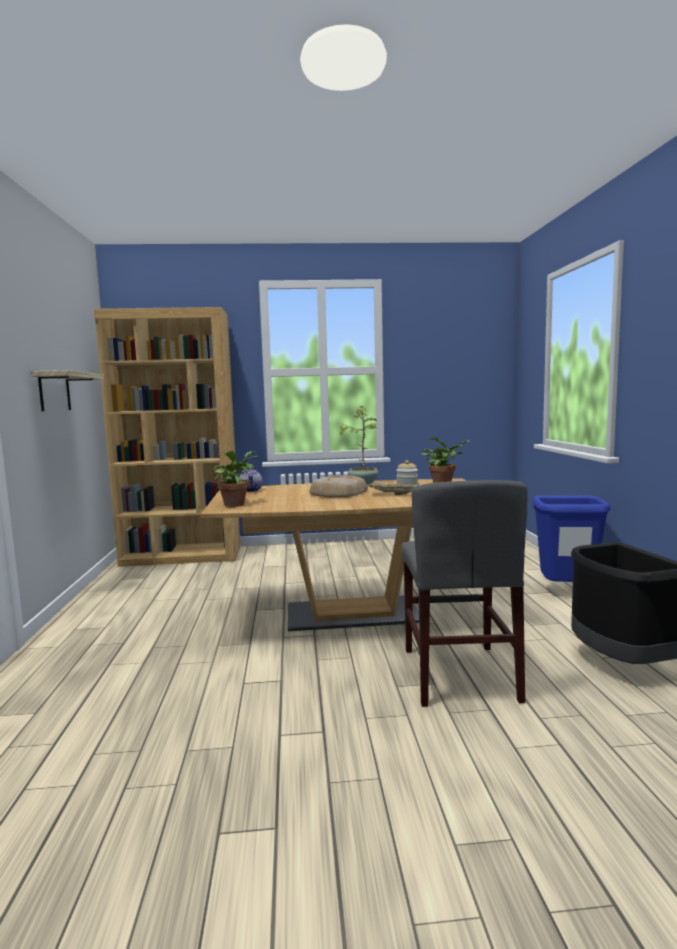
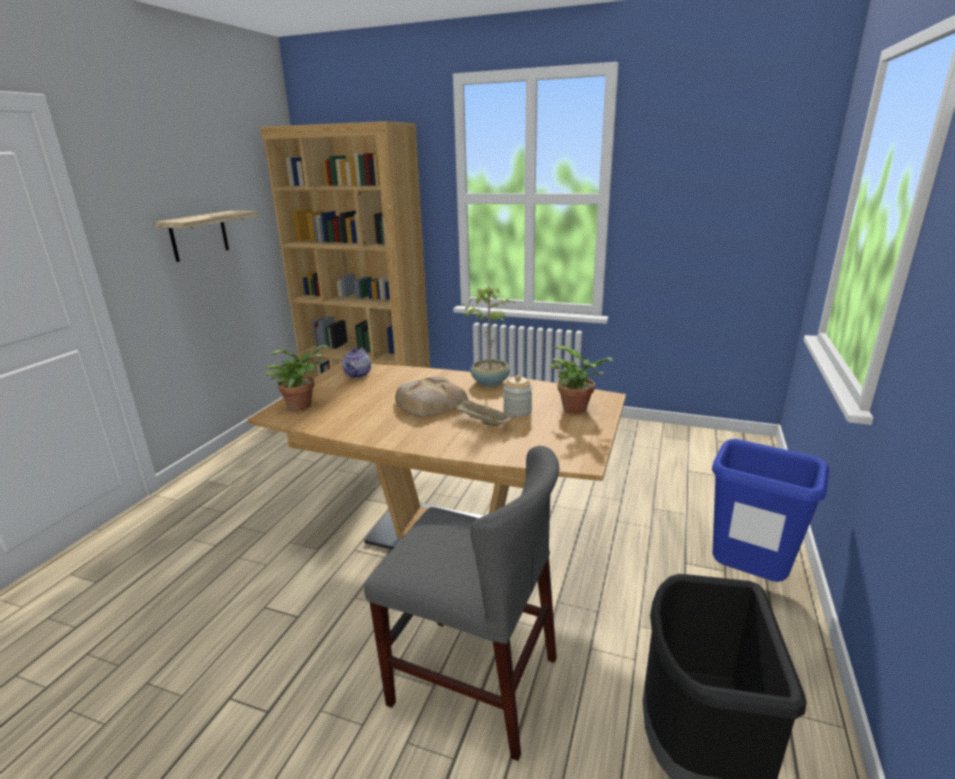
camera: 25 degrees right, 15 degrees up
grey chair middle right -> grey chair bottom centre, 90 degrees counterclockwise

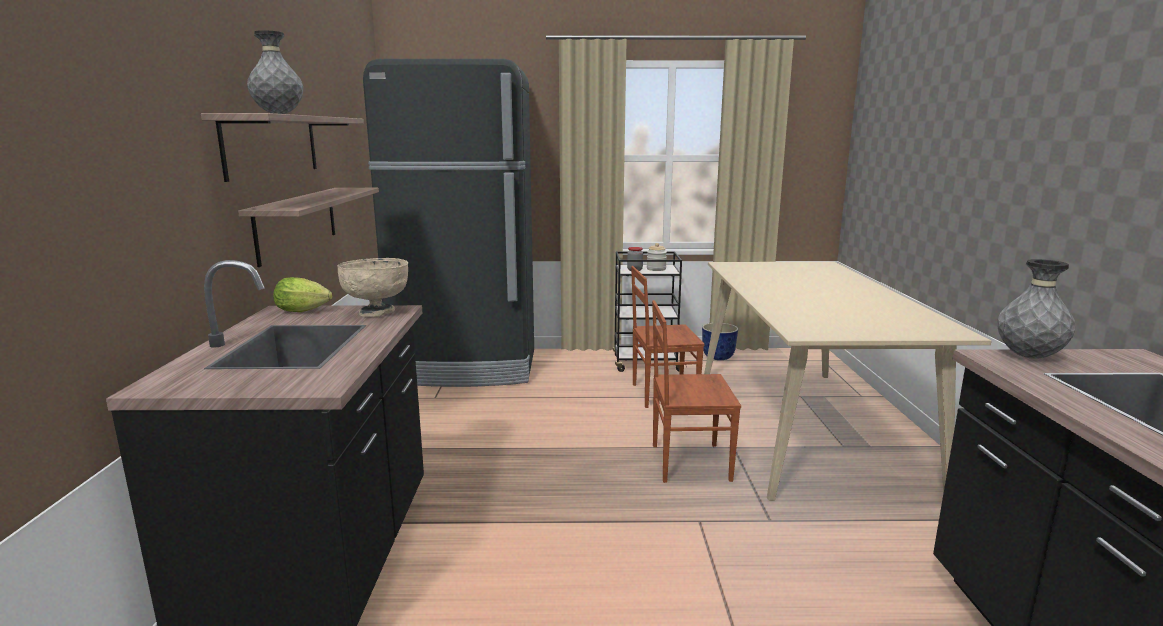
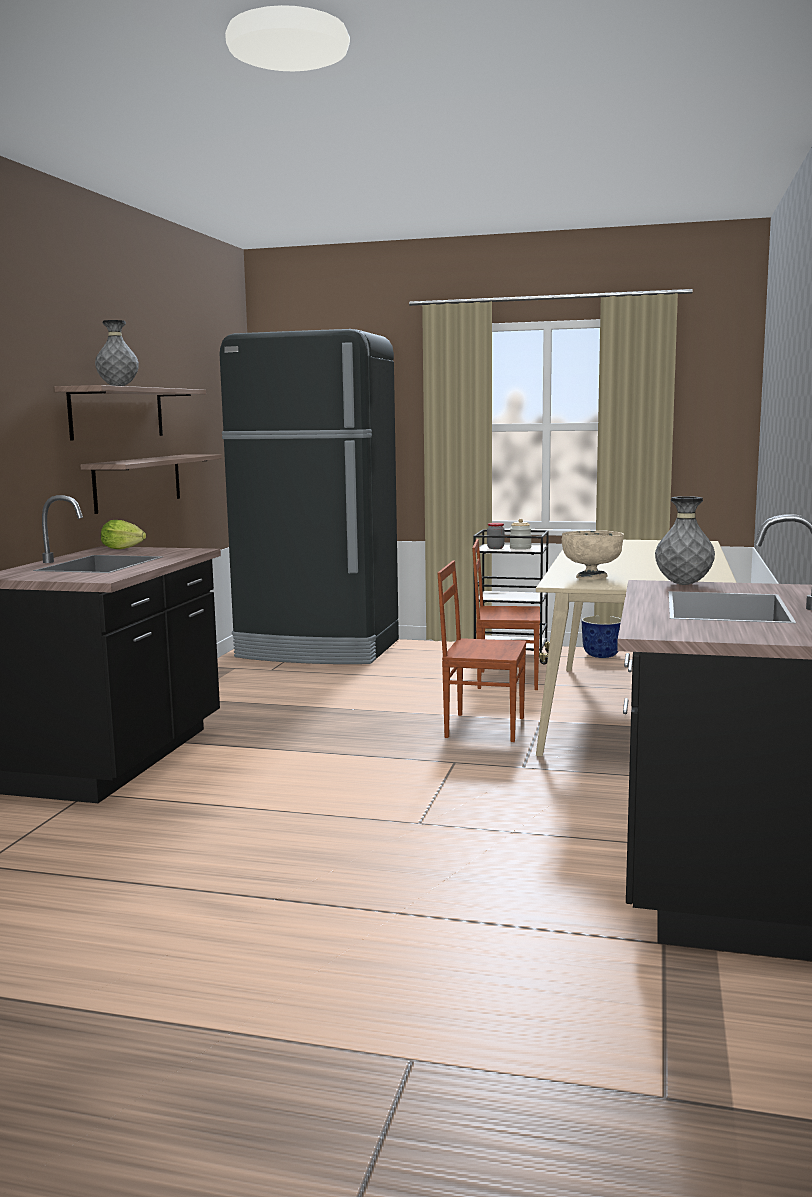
camera: 15 degrees right, 5 degrees down
beige-coloured serving bowl middle left -> beige-coloured serving bowl middle right, shifted

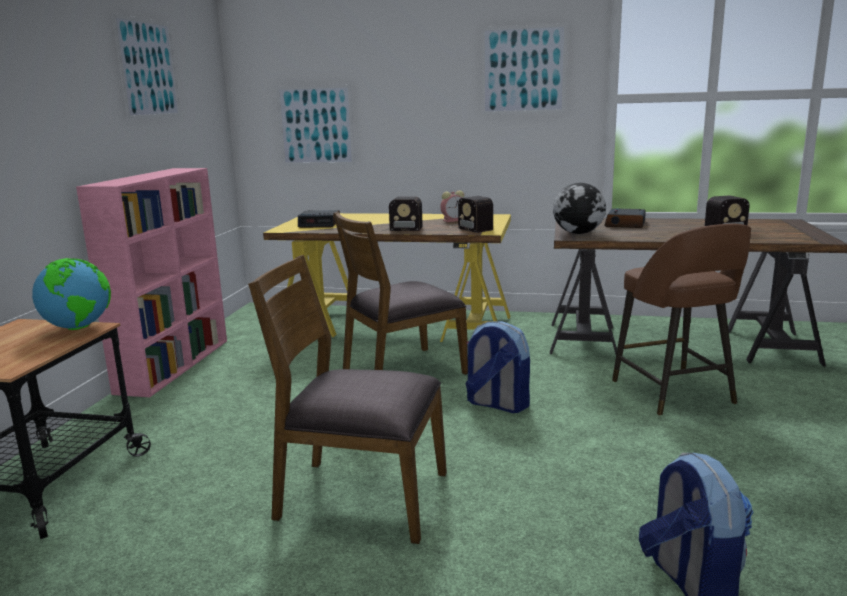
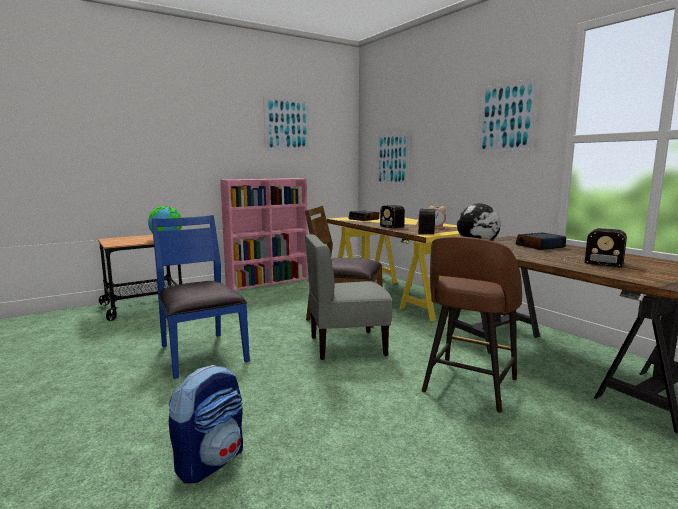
camera: 45 degrees right, 5 degrees down
brown chair (no. 1 from left) bottom centre -> blue-coloured chair middle left
rucksack (no. 1 from left) centre -> grey chair centre

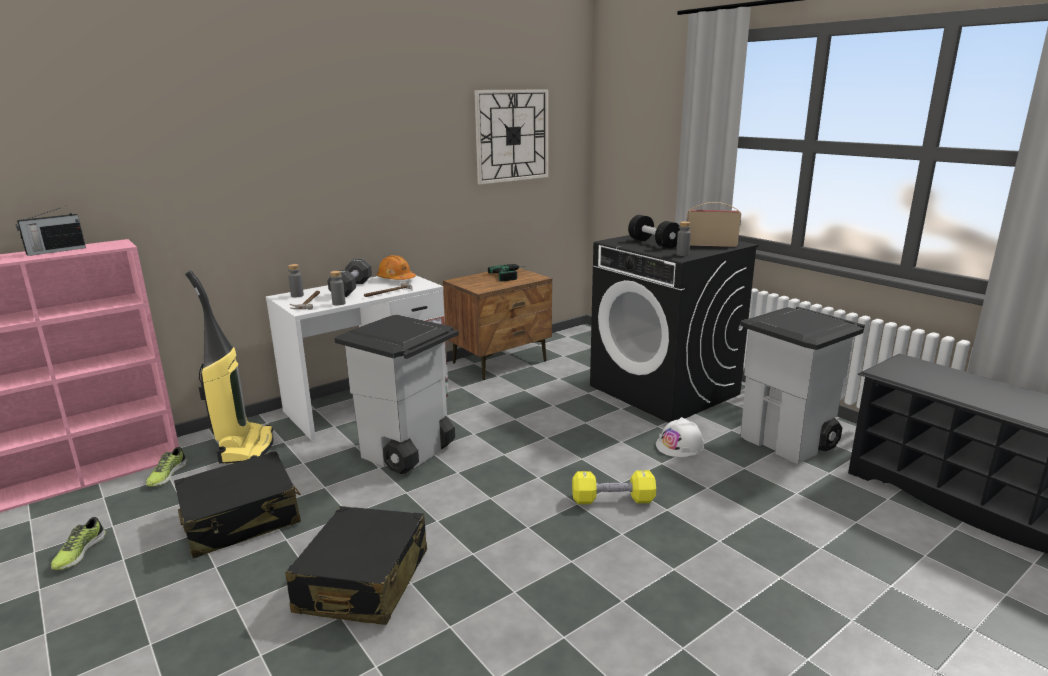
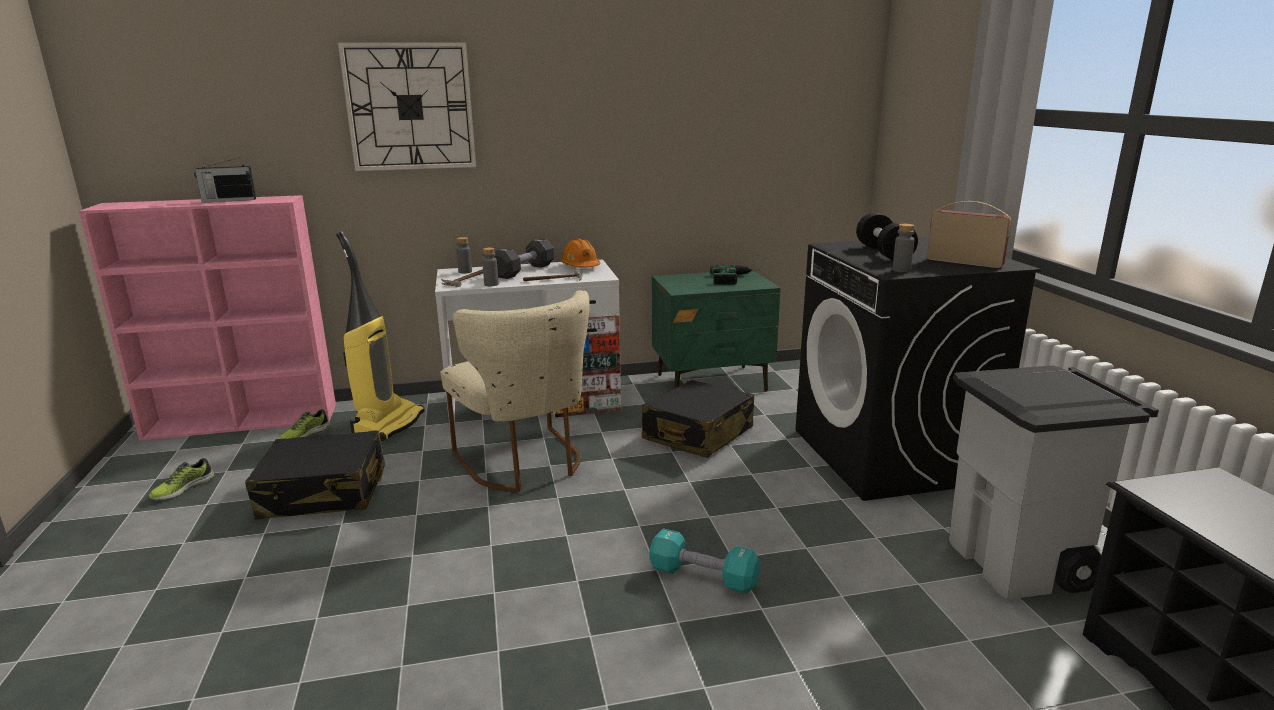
camera: 25 degrees right, 0 degrees up
blackish travel case (no. 2 from left) bottom centre -> blackish travel case (no. 2 from left) centre, shifted
grey trash can (no. 1 from left) centre -> beige-coloured chair centre
brown bedside table centre -> green bedside table centre
wall clock top centre -> wall clock top left, shifted
yellow hand weight bottom centre -> turquoise hand weight bottom centre
white hard hat centre -> none

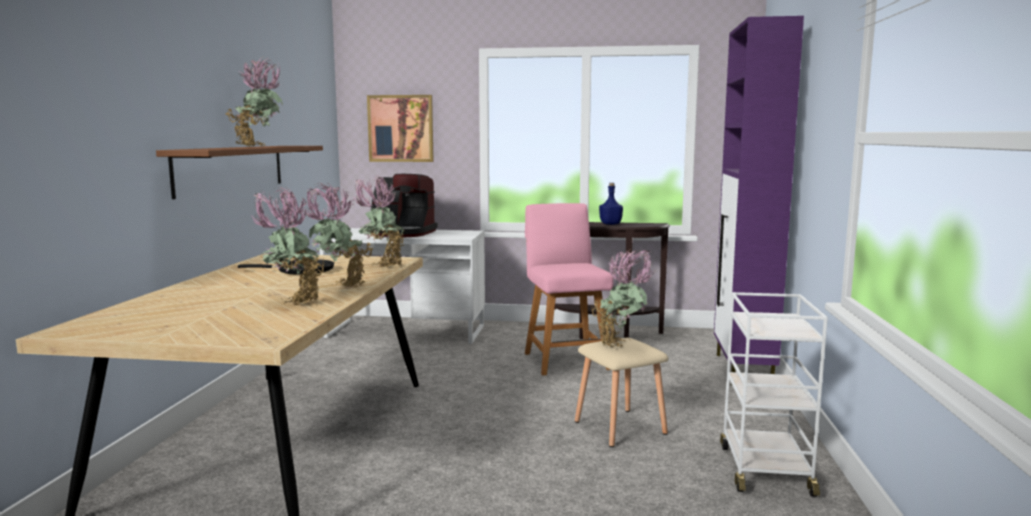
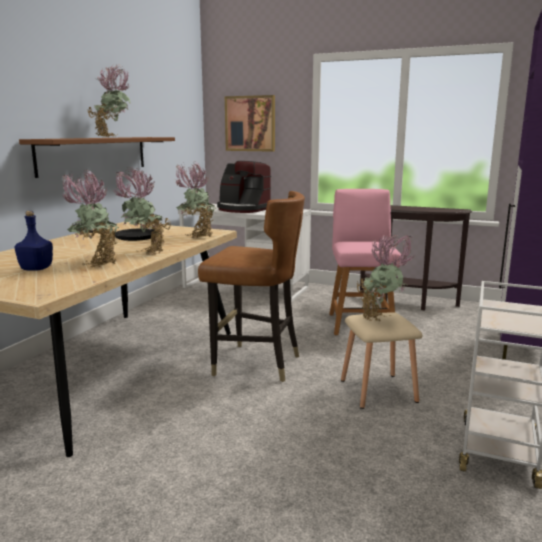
camera: 15 degrees right, 5 degrees up
blue-coloured bottle centre -> blue-coloured bottle middle left, shifted
none -> brown chair centre

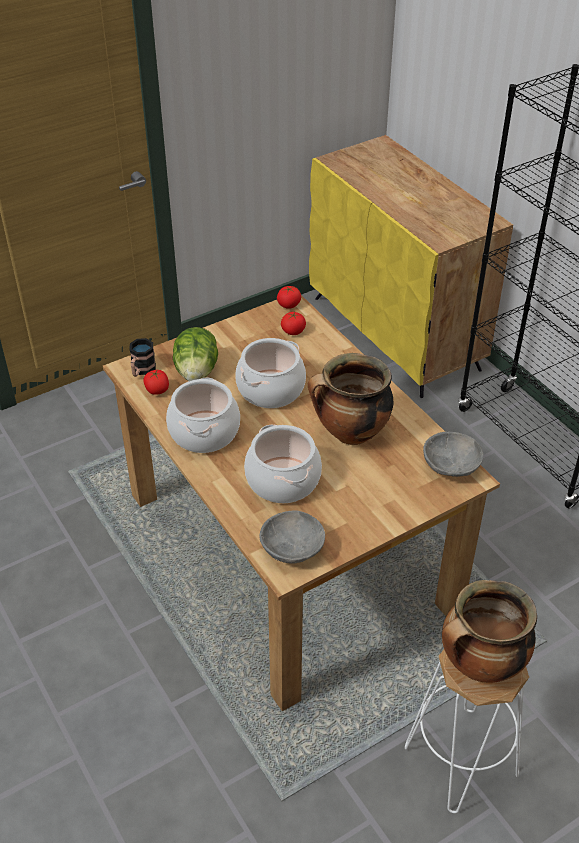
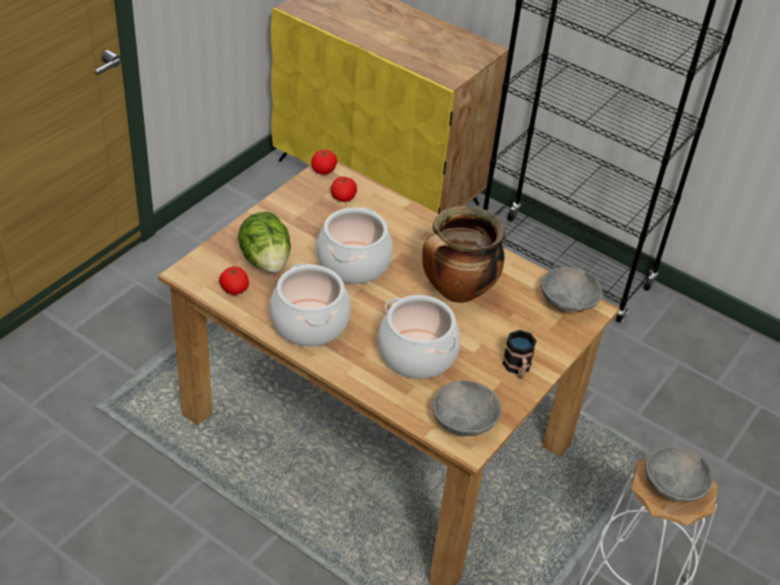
camera: 25 degrees left, 0 degrees up
tea mug middle left -> tea mug centre, shifted
saucepot (no. 5 from left) bottom right -> grey serving bowl (no. 3 from left) bottom right

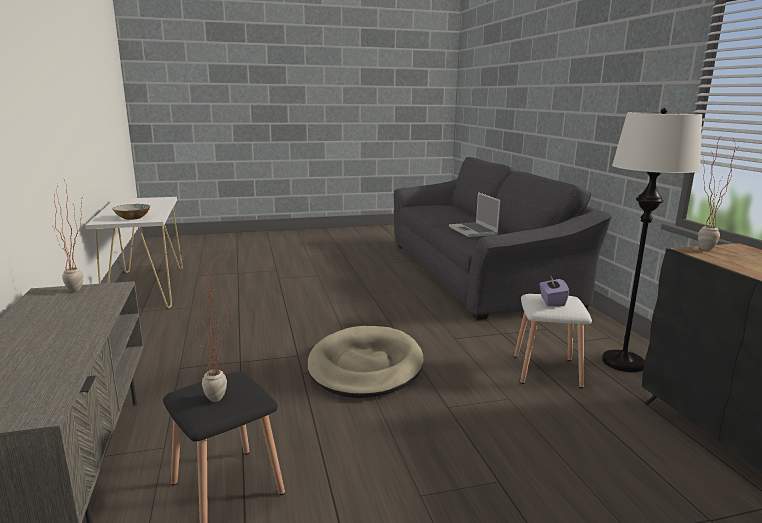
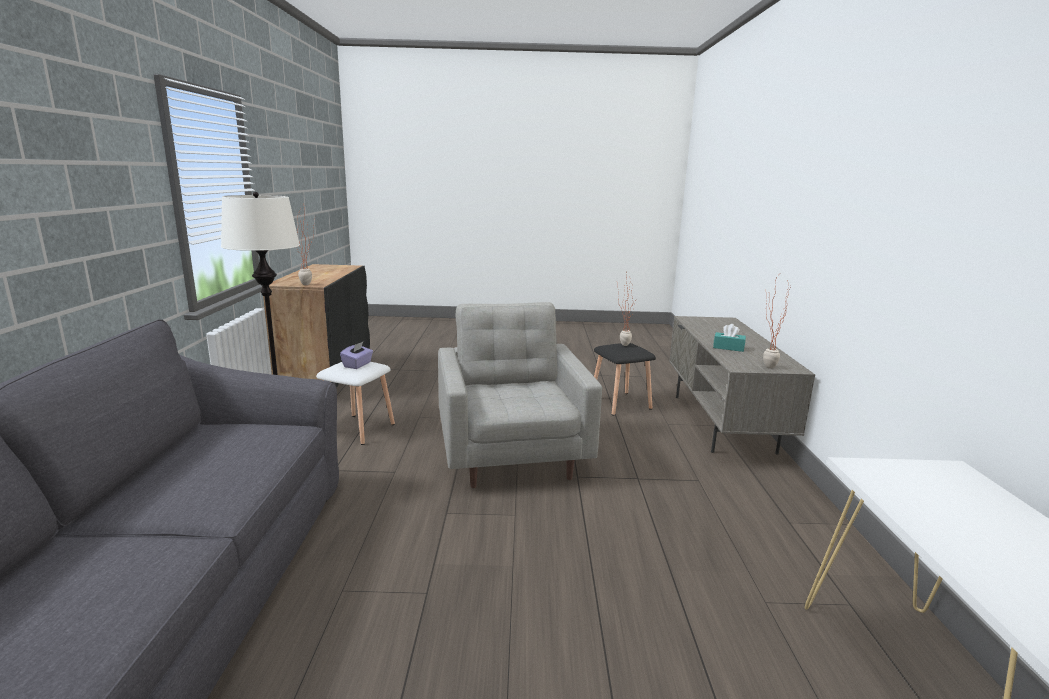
camera: 165 degrees left, 0 degrees up
serving bowl middle left -> none
beige-coloured pet bed bottom centre -> grey lounge chair centre
portable computer centre -> none
none -> turquoise box of tissues middle right

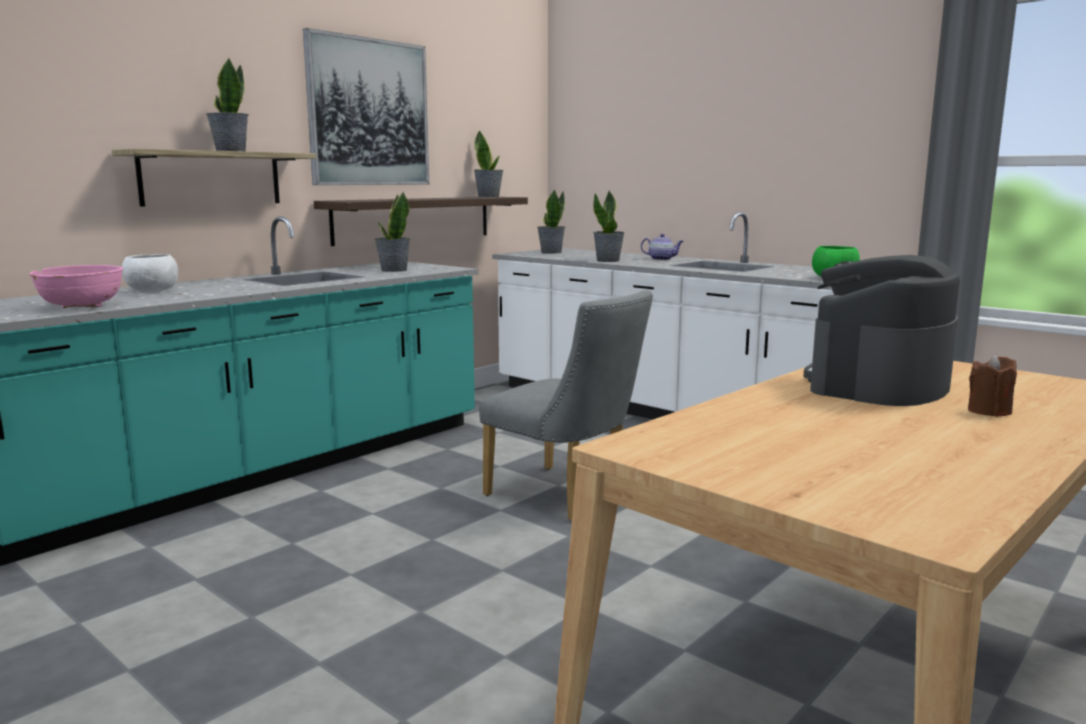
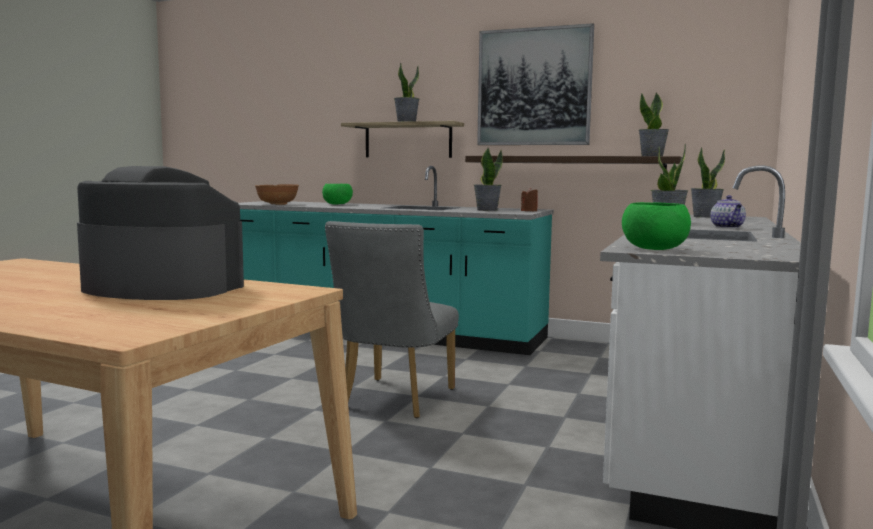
camera: 70 degrees right, 5 degrees down
pink serving bowl middle left -> brown serving bowl middle left
white serving bowl middle left -> green serving bowl (no. 1 from left) centre
brown candle middle right -> brown candle centre, shifted

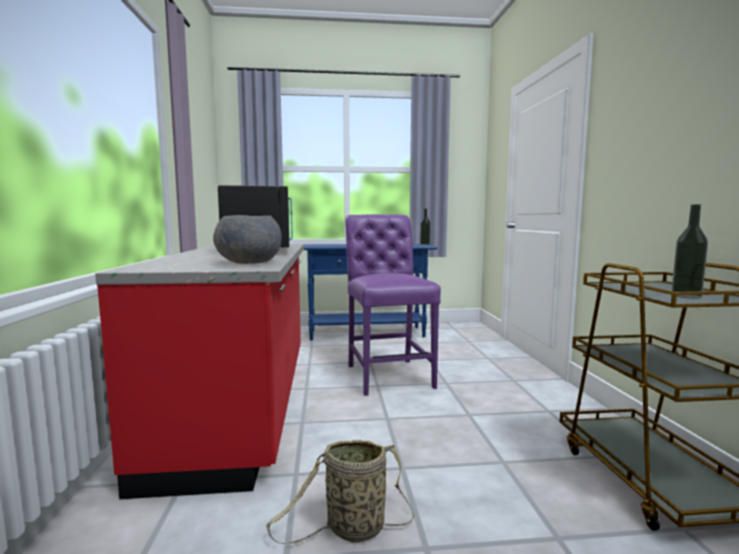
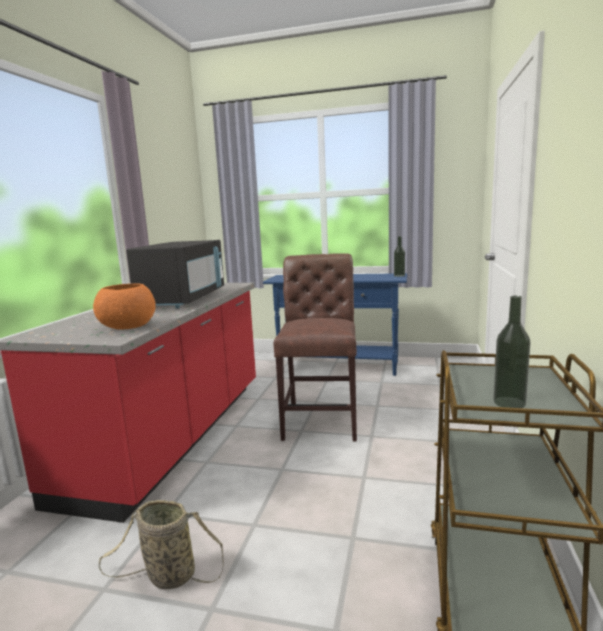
camera: 20 degrees right, 5 degrees up
grey serving bowl centre -> orange-coloured serving bowl middle left
purple-coloured chair centre -> brown chair centre

